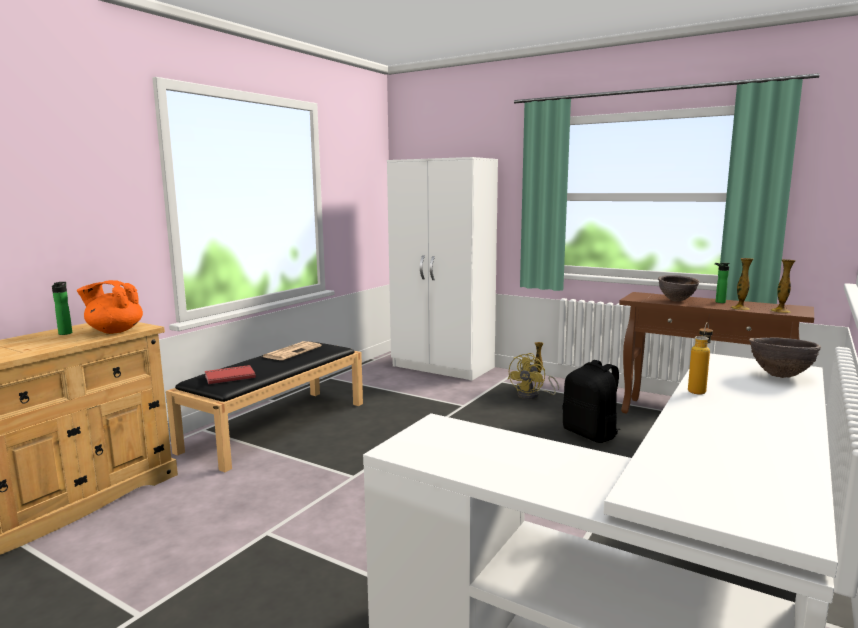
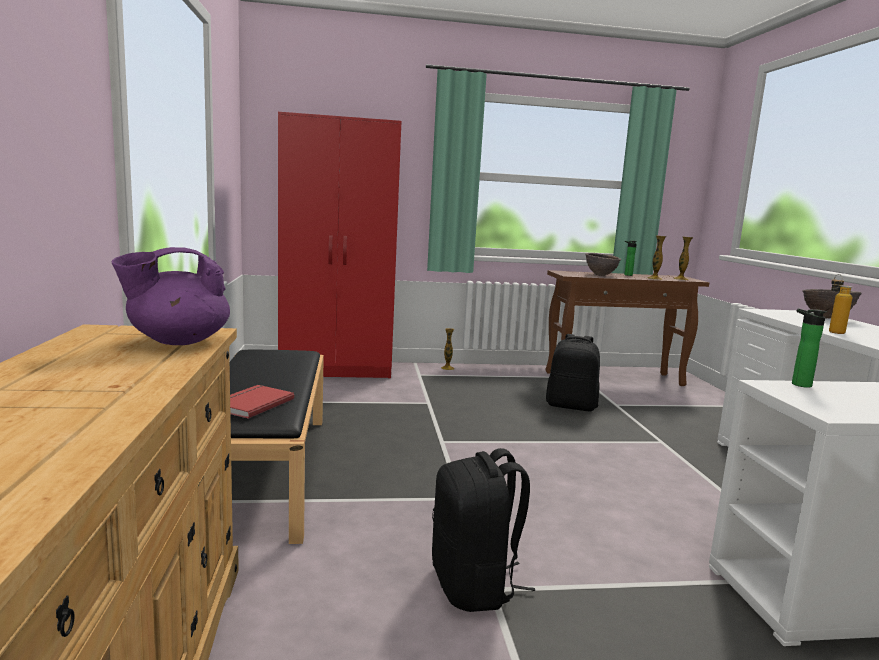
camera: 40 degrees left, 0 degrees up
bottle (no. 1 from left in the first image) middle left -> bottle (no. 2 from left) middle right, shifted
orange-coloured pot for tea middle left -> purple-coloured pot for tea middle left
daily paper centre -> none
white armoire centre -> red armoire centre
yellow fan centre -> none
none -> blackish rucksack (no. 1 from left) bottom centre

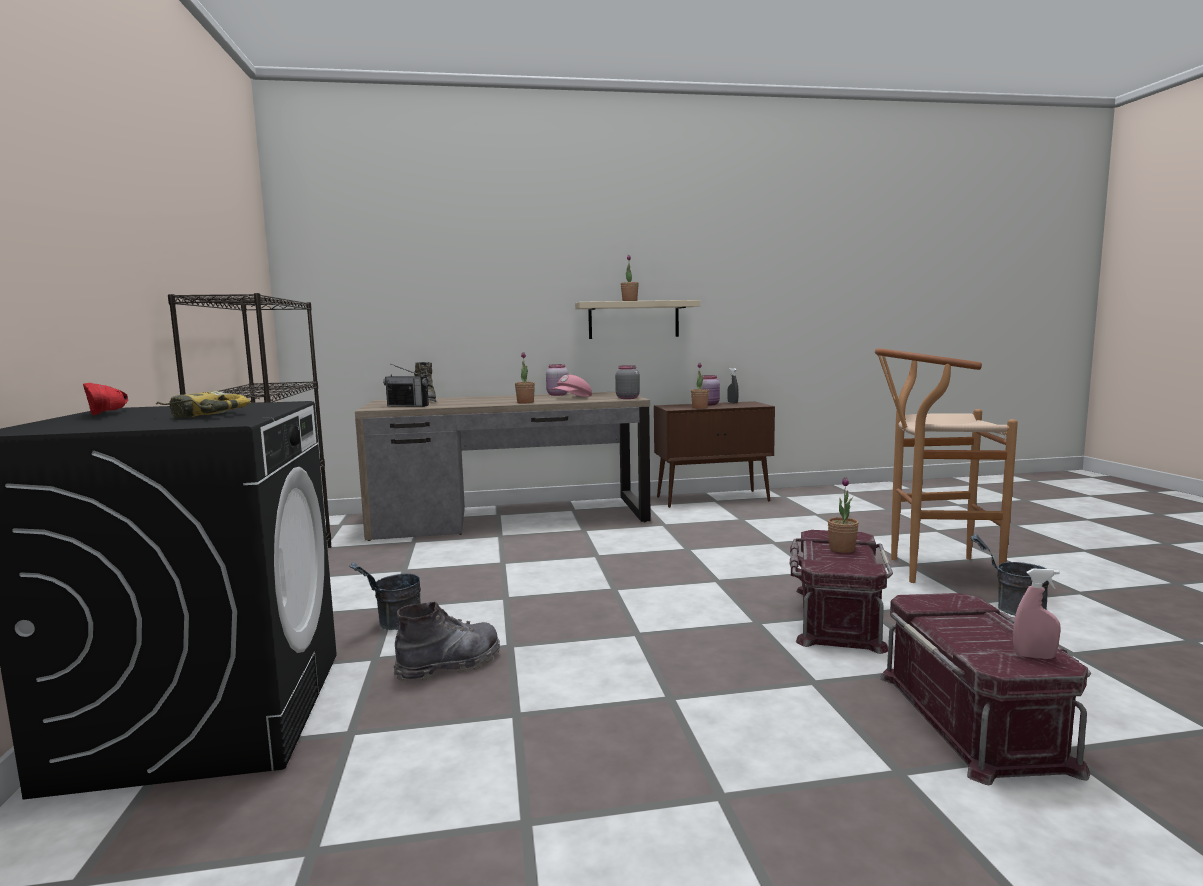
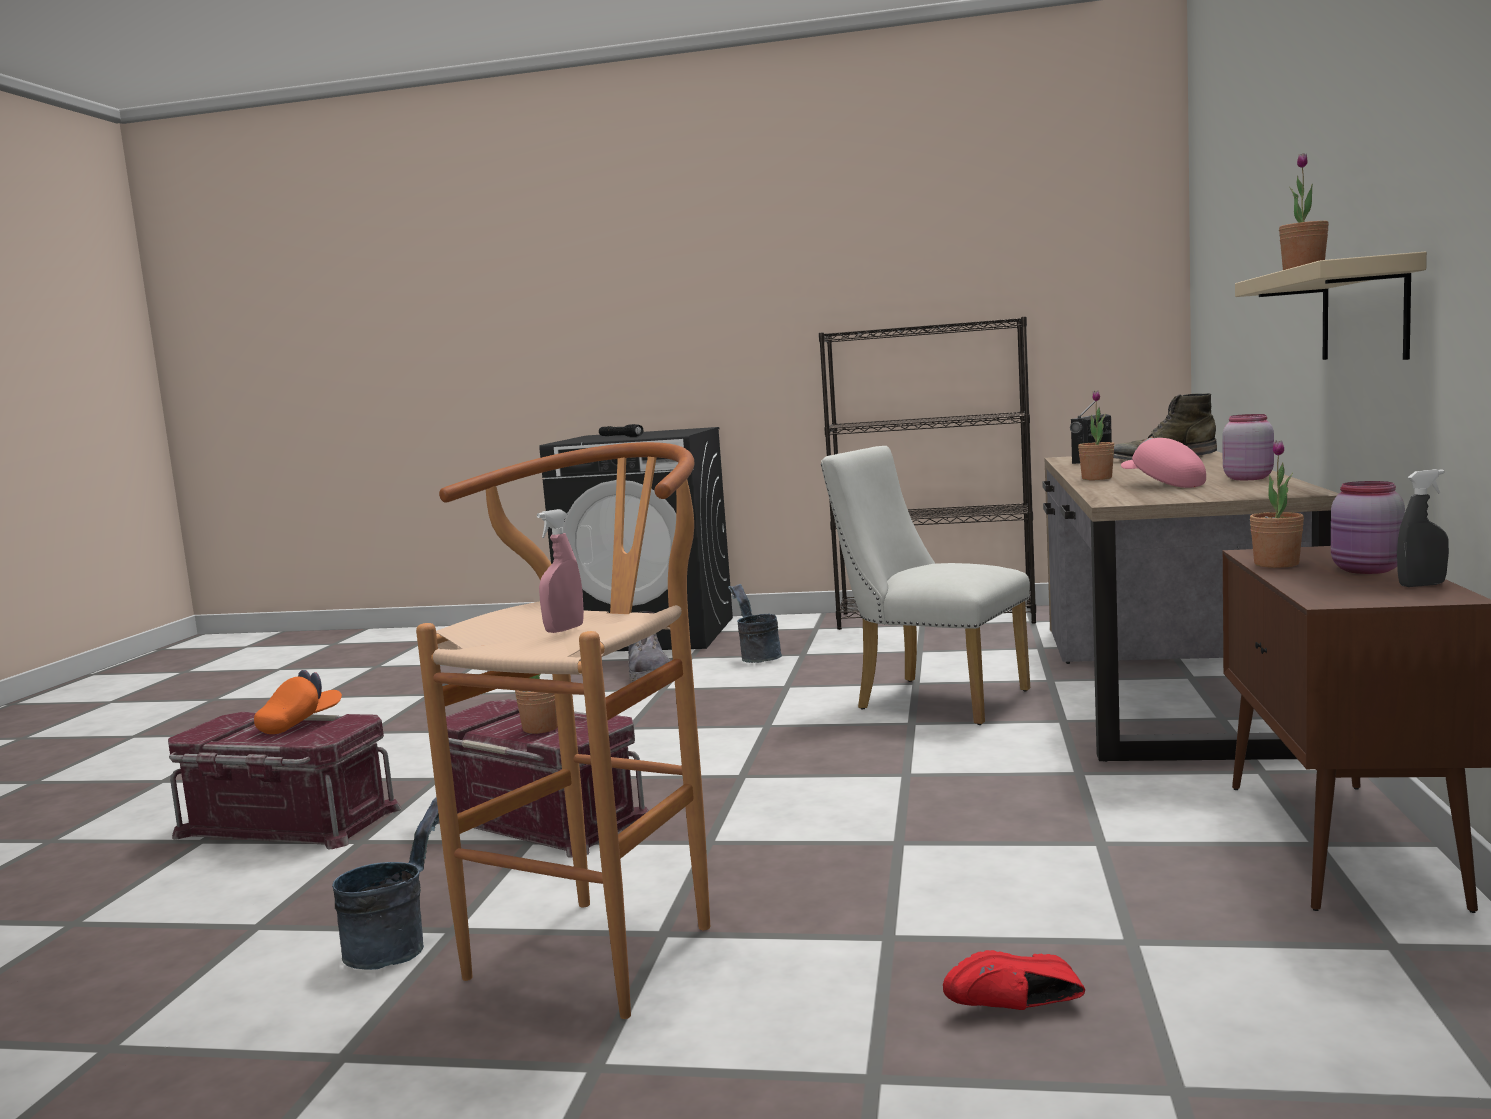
camera: 110 degrees right, 0 degrees up
red shoe middle left -> red shoe bottom right, shifted
drill middle left -> blackish flashlight centre
grey jar centre -> none
pink spray bottle bottom right -> pink spray bottle centre, shifted
none -> orange-coloured cap middle left
none -> white chair centre

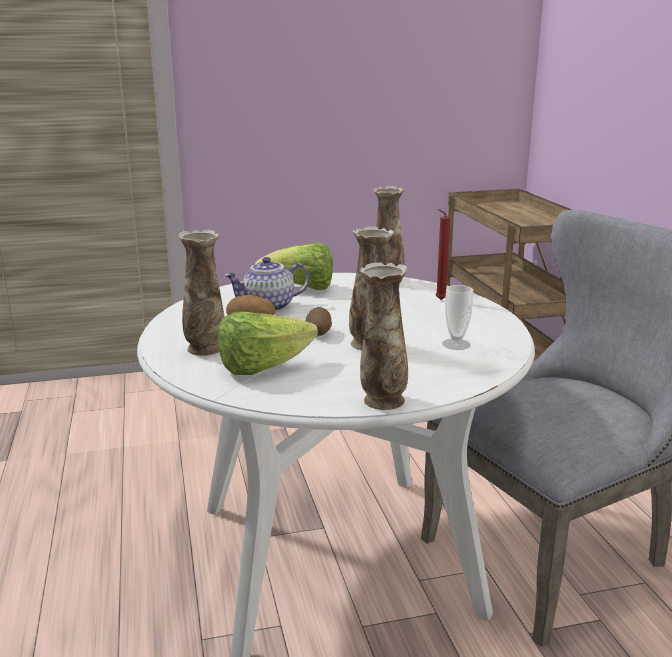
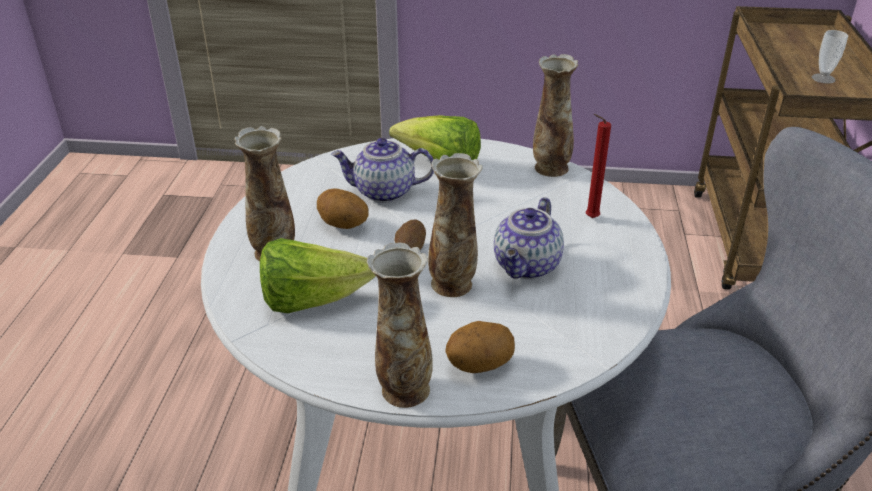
camera: 20 degrees right, 15 degrees up
cup middle right -> cup top right, shifted
none -> potato (no. 3 from left) bottom centre
none -> pot for tea (no. 2 from left) centre

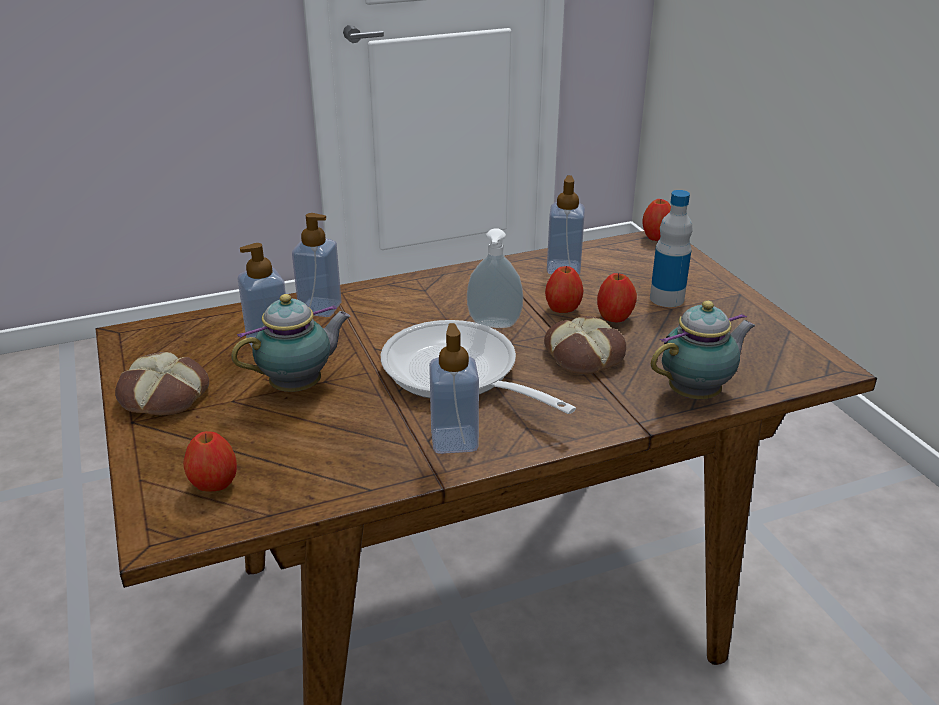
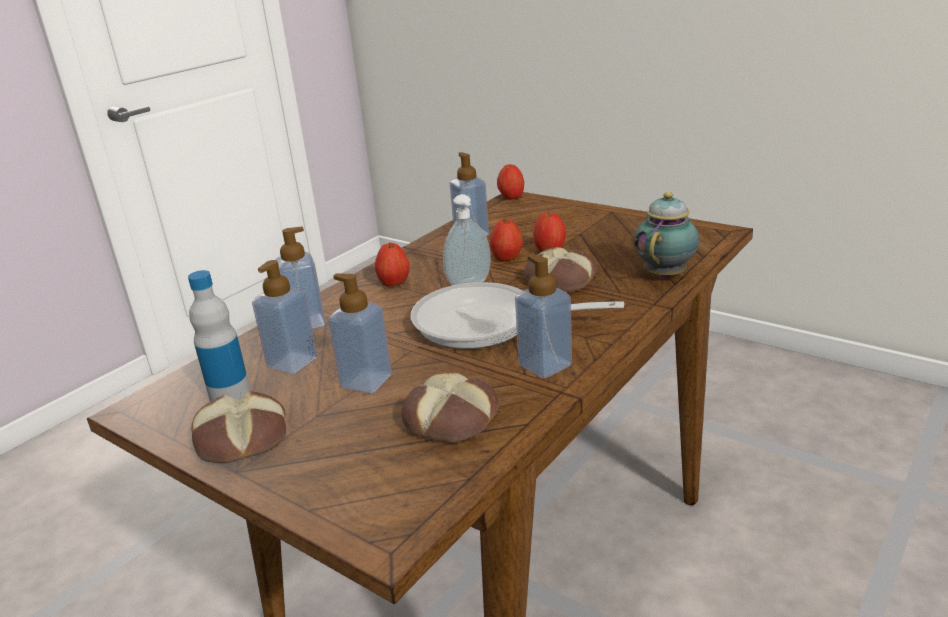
camera: 30 degrees left, 5 degrees down
apple fruit (no. 1 from left) middle left -> apple fruit (no. 1 from left) centre, shifted
pot for tea (no. 1 from left) middle left -> soap bottle (no. 3 from left) centre
bottle middle right -> bottle middle left, shifted
none -> bread (no. 2 from left) centre

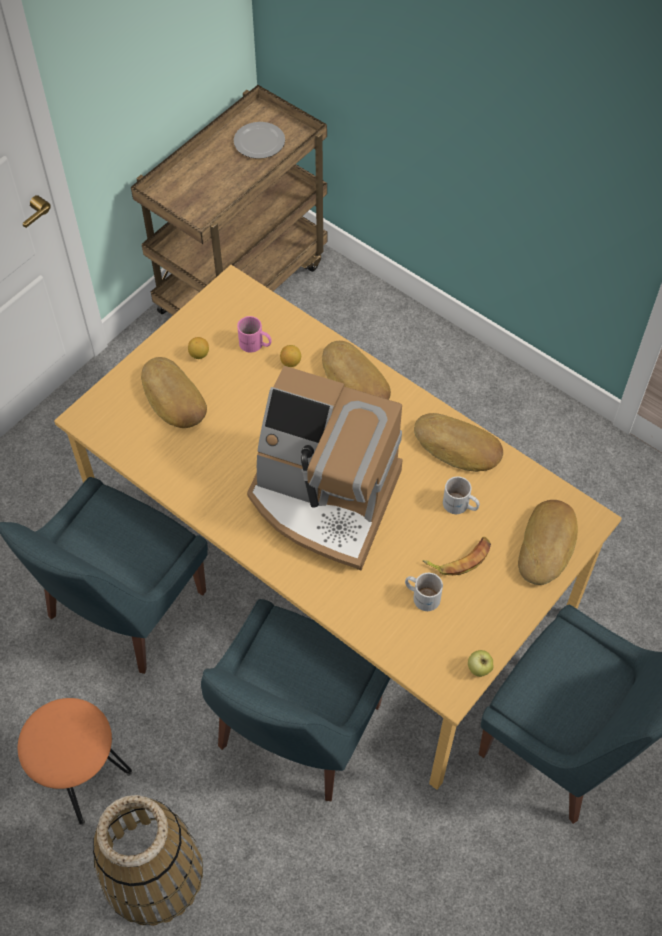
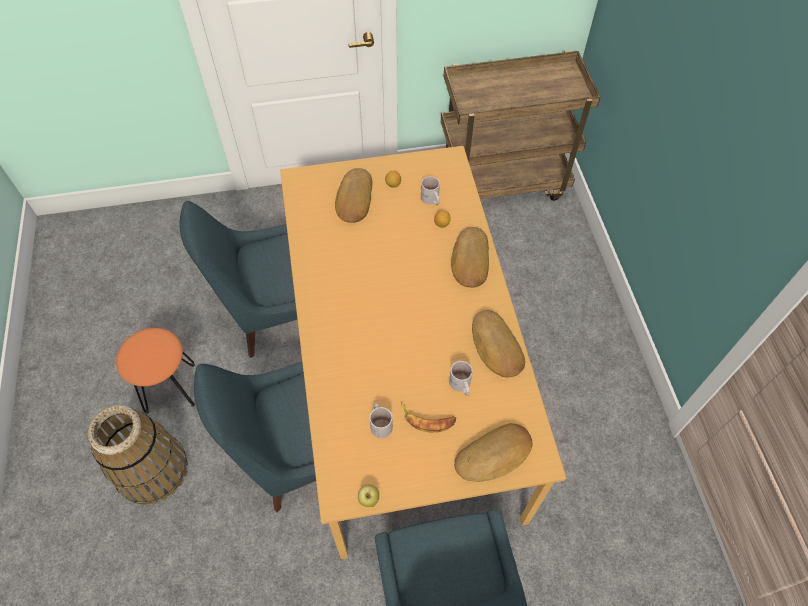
camera: 40 degrees right, 0 degrees up
dinner plate top centre -> none
pink tea mug centre -> white tea mug (no. 2 from left) top centre
coffee machine centre -> none

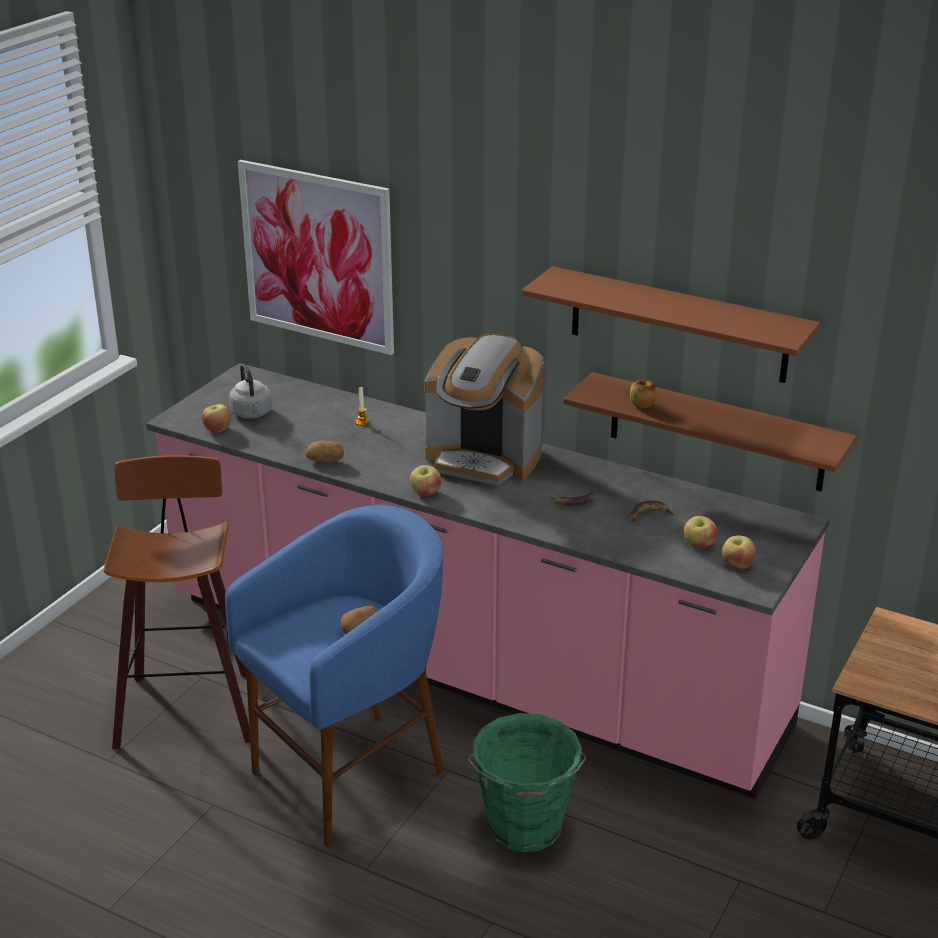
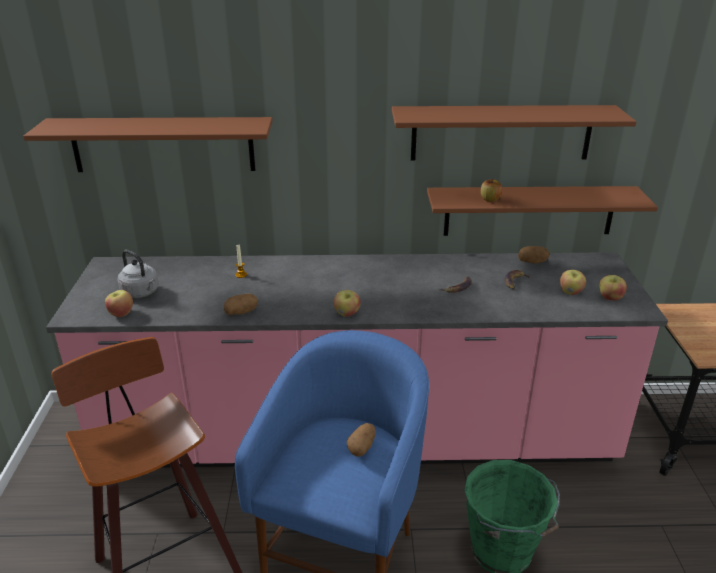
camera: 30 degrees left, 0 degrees up
wall picture top centre -> brown wall shelf (no. 1 from left) top left
coffee machine centre -> none
none -> potato (no. 3 from left) middle right

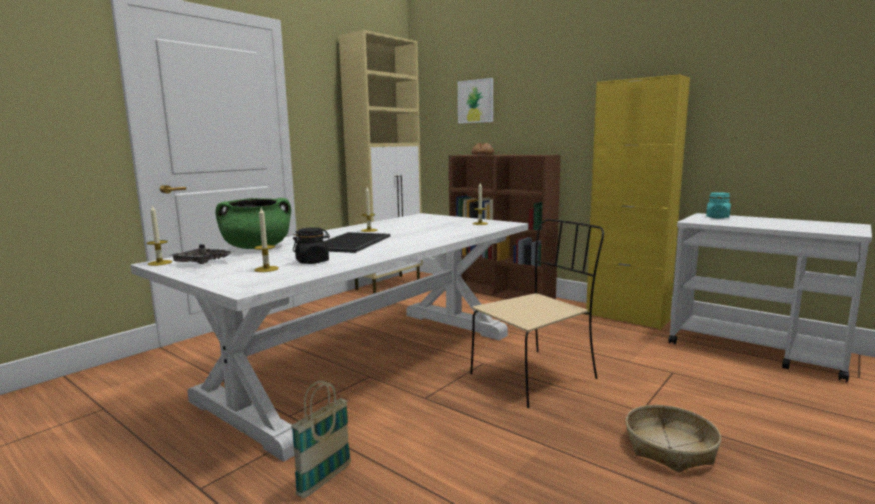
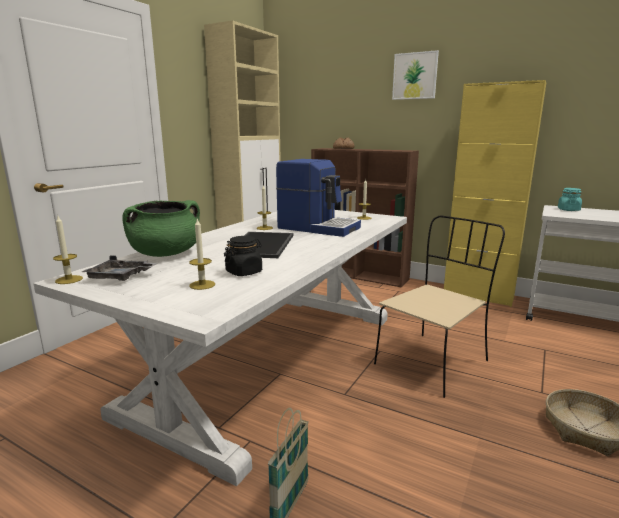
camera: 10 degrees left, 5 degrees up
wall picture top centre -> wall picture top right, shifted
none -> coffee machine centre

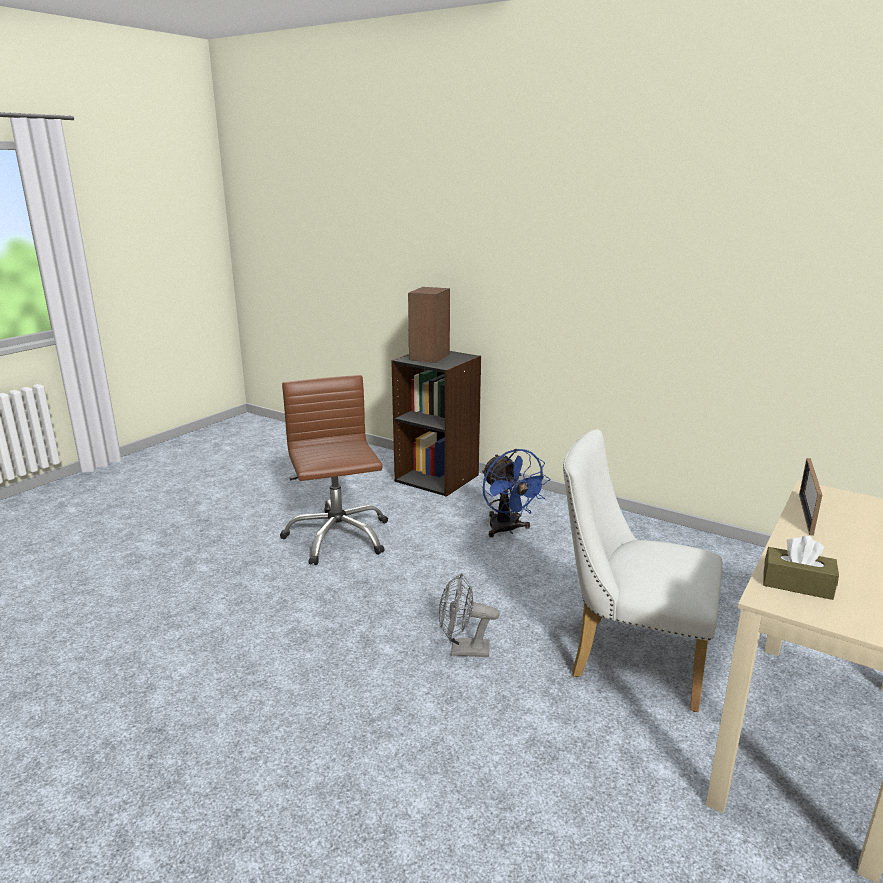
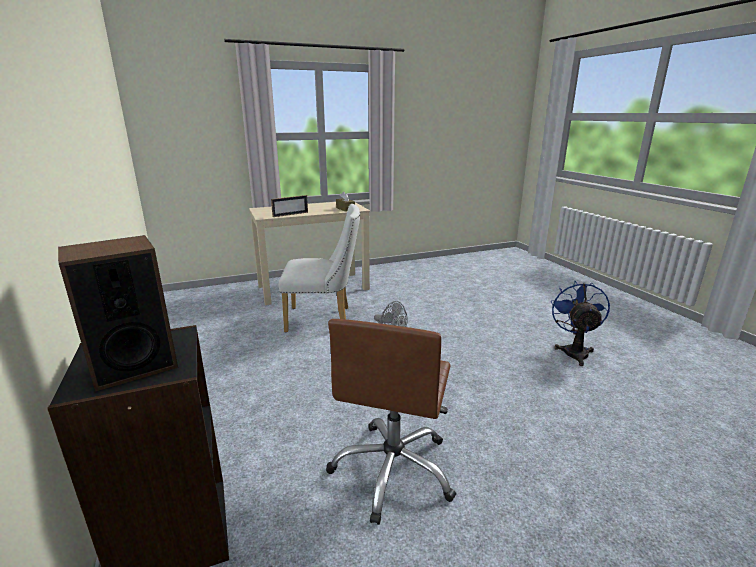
camera: 145 degrees left, 0 degrees up
blue-coloured fan centre -> blue-coloured fan middle right, shifted
white chair middle right -> white chair centre, 60 degrees counterclockwise

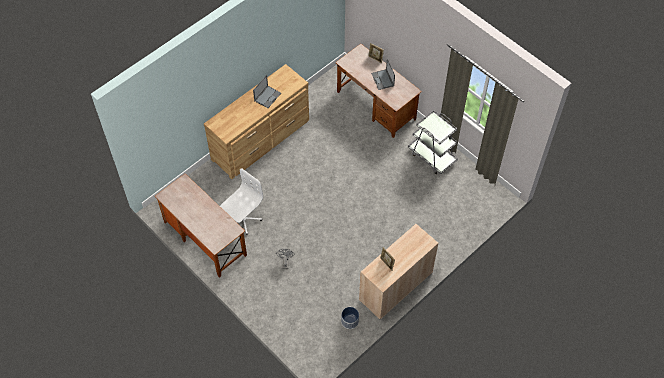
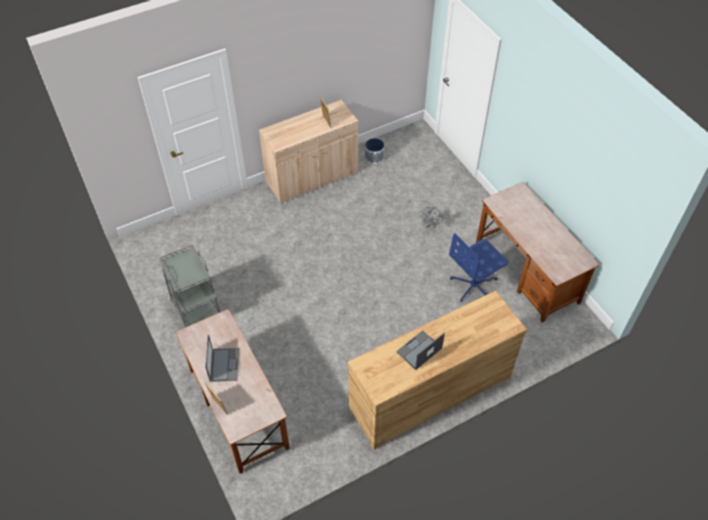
camera: 165 degrees left, 5 degrees down
white computer chair centre -> blue-coloured computer chair middle right

